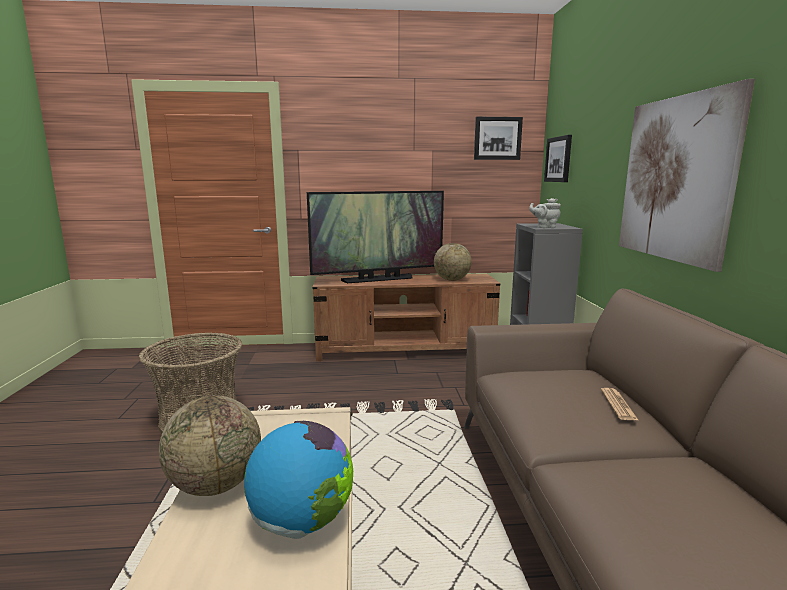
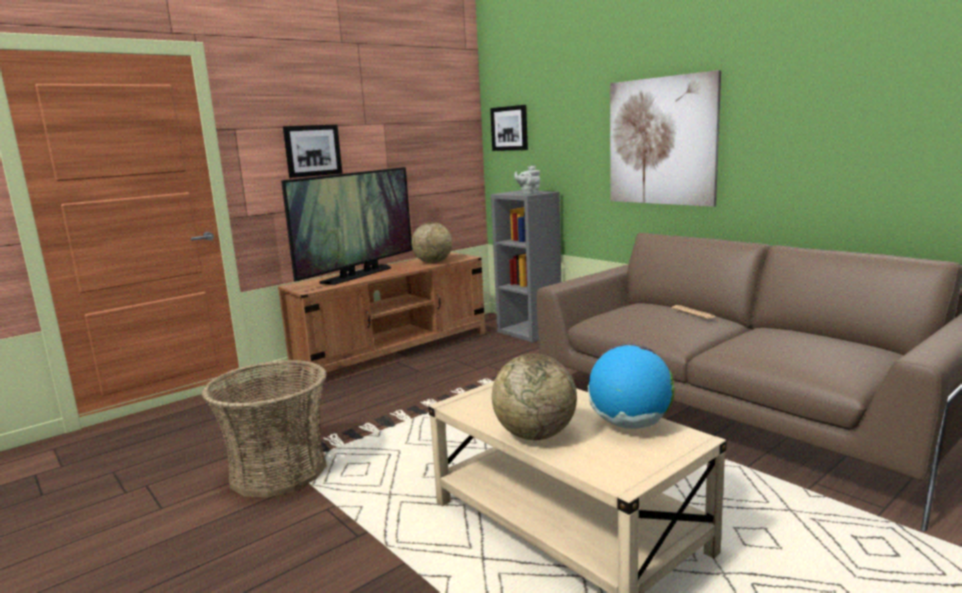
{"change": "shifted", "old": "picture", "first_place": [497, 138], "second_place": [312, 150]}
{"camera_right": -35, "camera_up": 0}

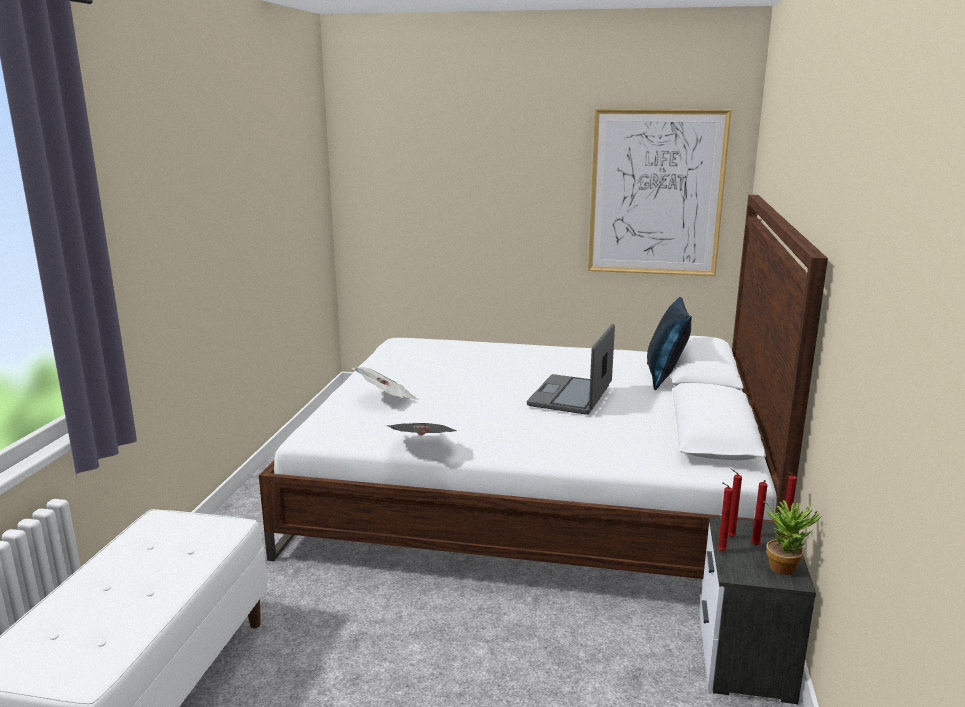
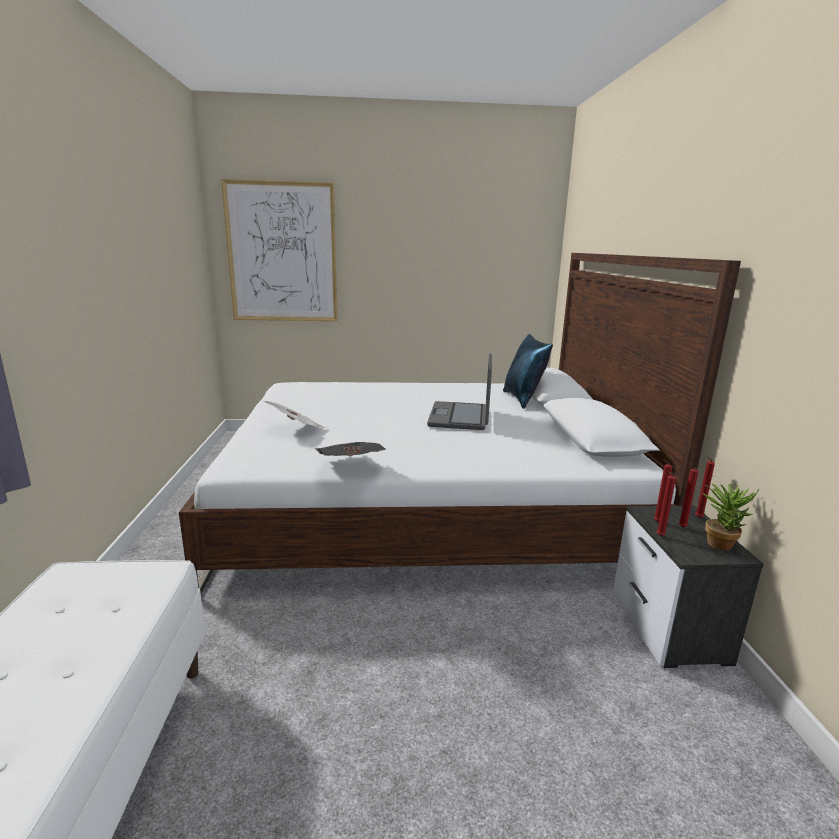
{"change": "shifted", "old": "picture", "first_place": [656, 193], "second_place": [282, 253]}
{"camera_right": -15, "camera_up": 0}

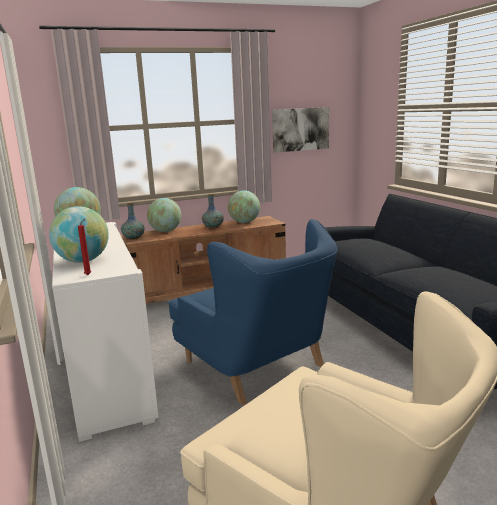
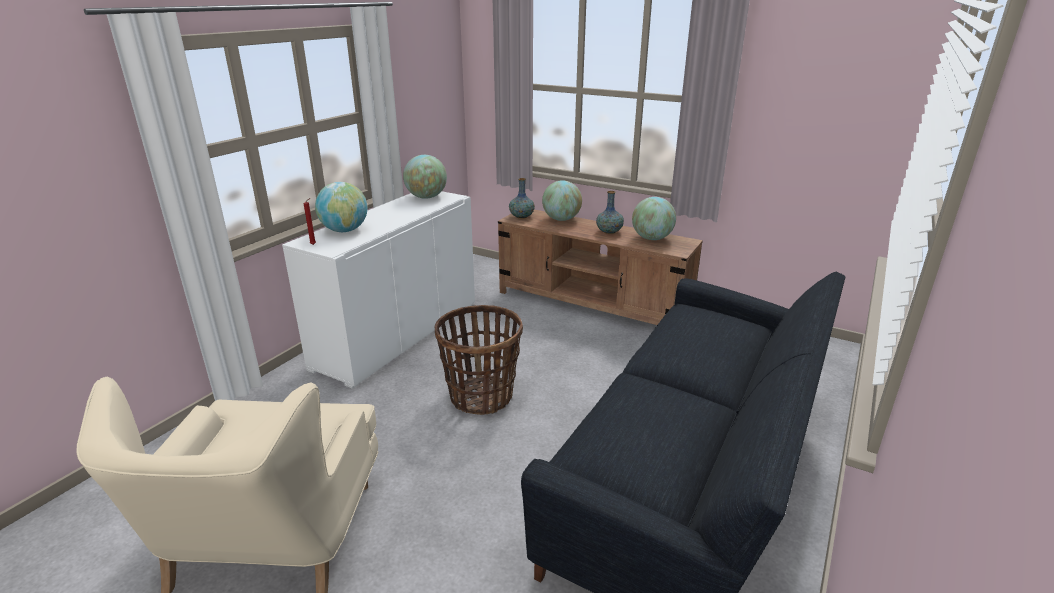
{"change": "swapped", "old": "armchair (blue)", "new": "basket", "first_place": [256, 365], "second_place": [481, 396]}
{"change": "gone", "old": "picture", "first_place": [300, 129]}
{"camera_right": 50, "camera_up": 10}

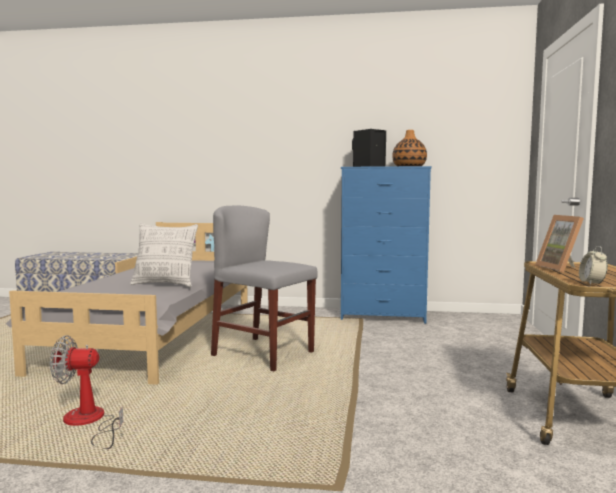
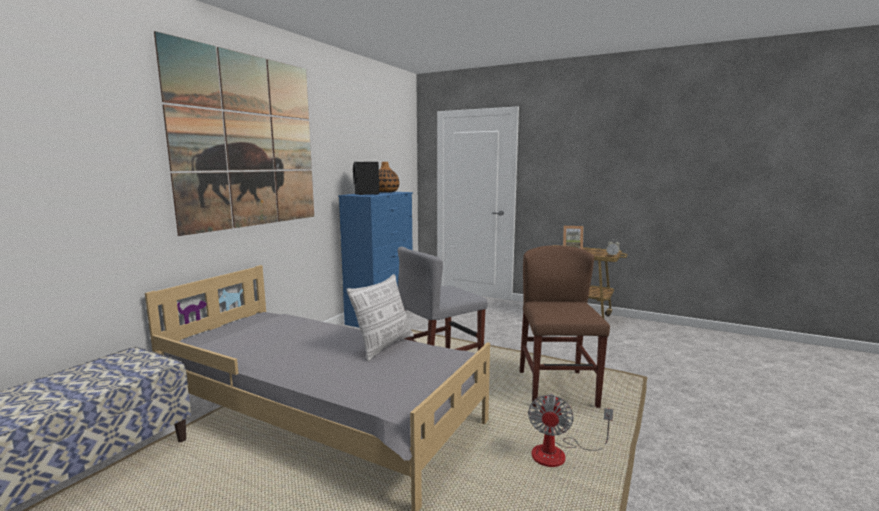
{"change": "new", "new": "picture", "second_place": [248, 142]}
{"change": "new", "new": "chair (brown)", "second_place": [557, 389]}
{"camera_right": -70, "camera_up": 5}

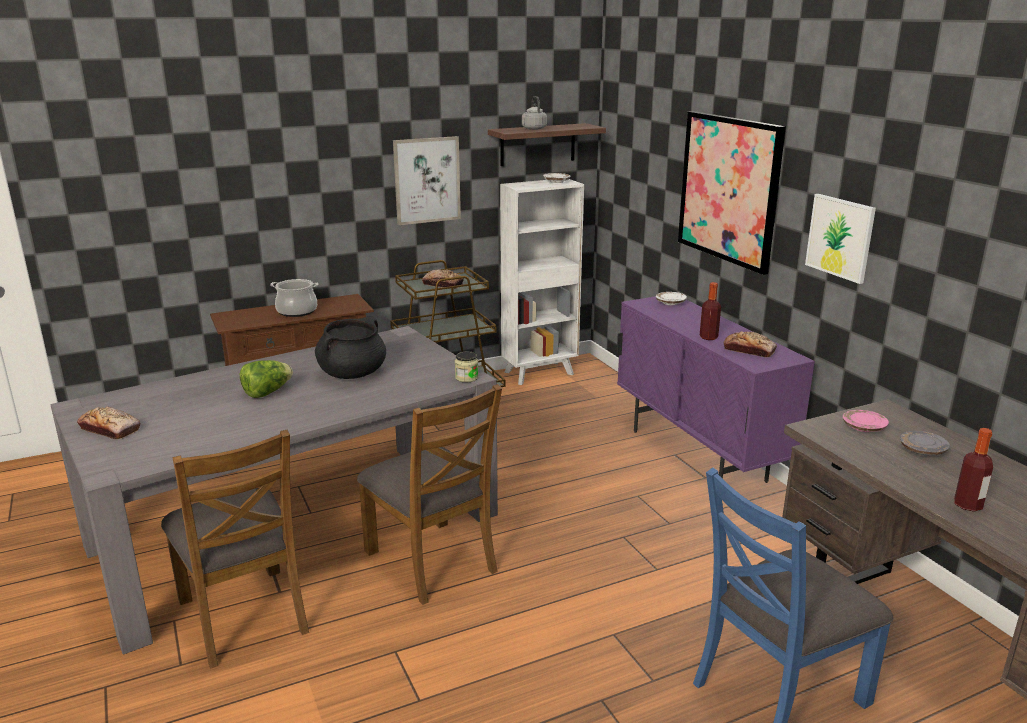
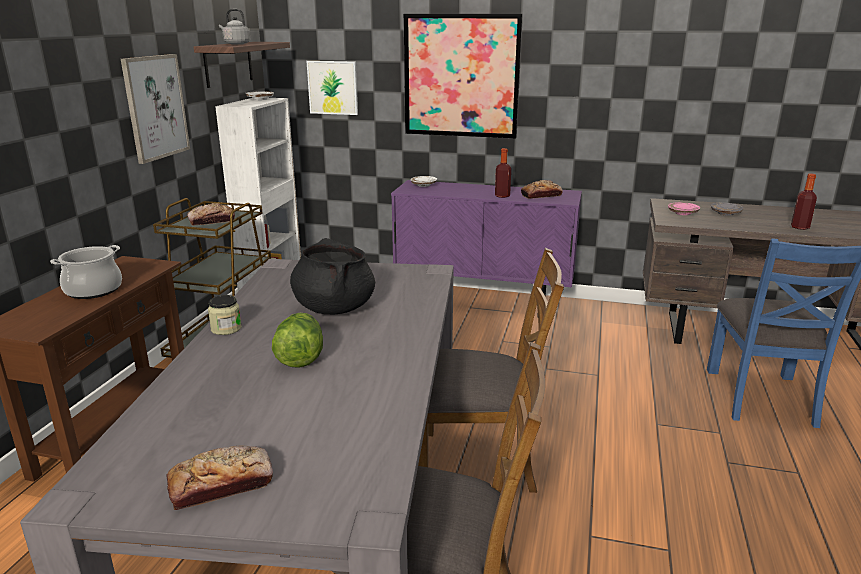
{"change": "shifted", "old": "jar", "first_place": [466, 378], "second_place": [226, 329]}
{"change": "shifted", "old": "picture", "first_place": [840, 237], "second_place": [333, 87]}
{"camera_right": -50, "camera_up": 0}

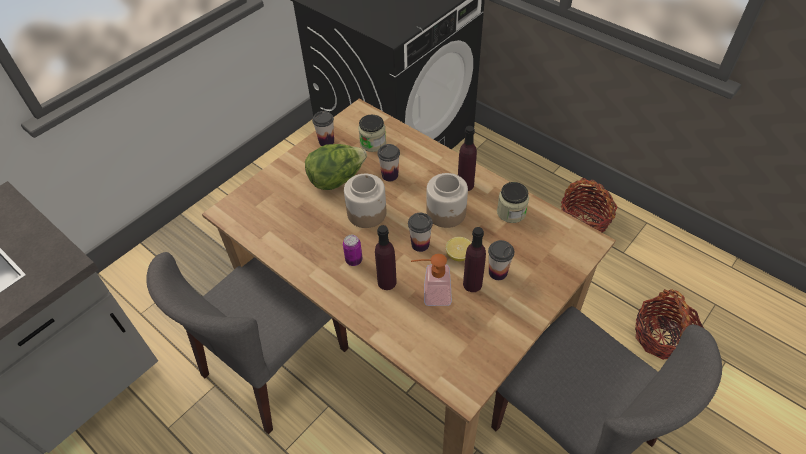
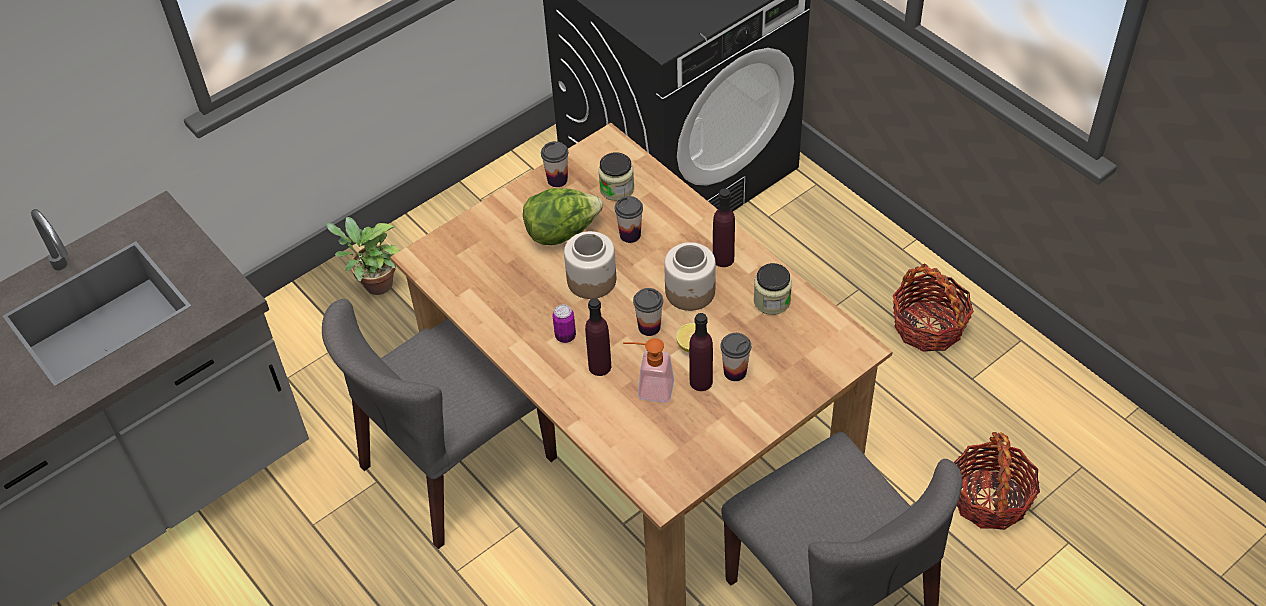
{"change": "new", "new": "potted plant", "second_place": [374, 284]}
{"camera_right": 10, "camera_up": 0}

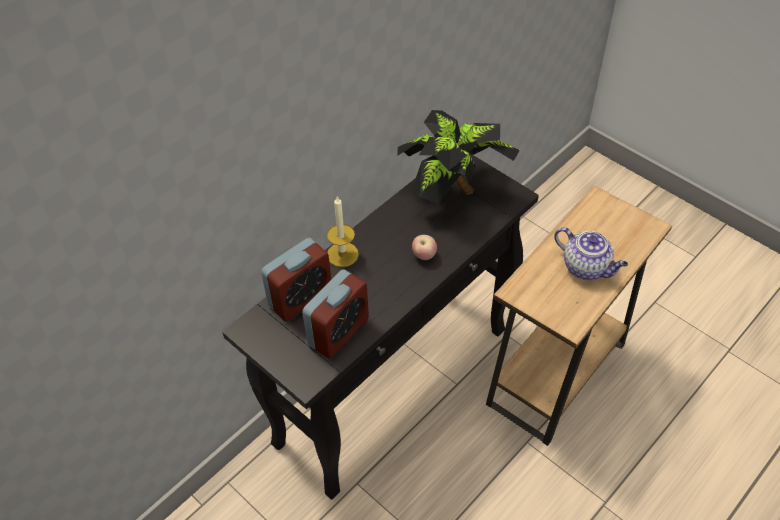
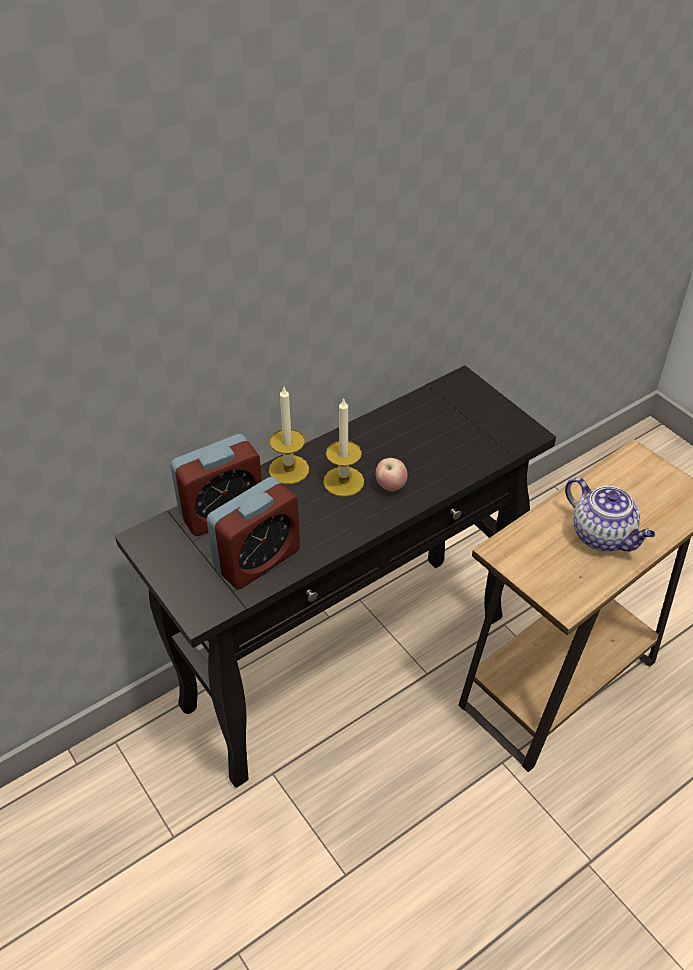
{"change": "new", "new": "candle", "second_place": [343, 481]}
{"change": "gone", "old": "potted plant", "first_place": [453, 191]}
{"camera_right": 10, "camera_up": -5}

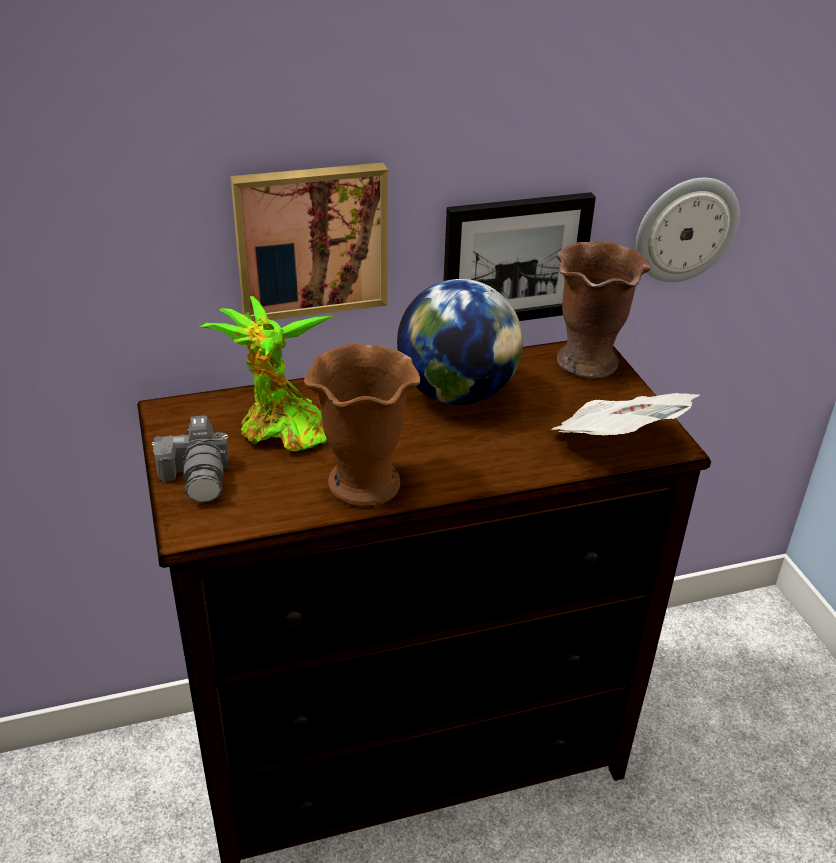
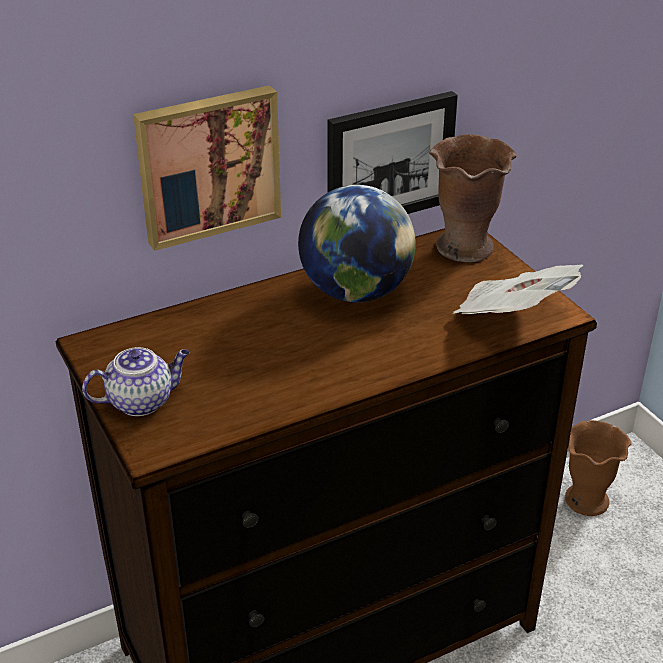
{"change": "swapped", "old": "photo camera", "new": "teapot", "first_place": [198, 476], "second_place": [142, 401]}
{"change": "shifted", "old": "vase (brown)", "first_place": [364, 483], "second_place": [586, 500]}
{"change": "gone", "old": "potted plant", "first_place": [279, 430]}
{"change": "gone", "old": "wall clock", "first_place": [685, 229]}
{"camera_right": -10, "camera_up": 0}

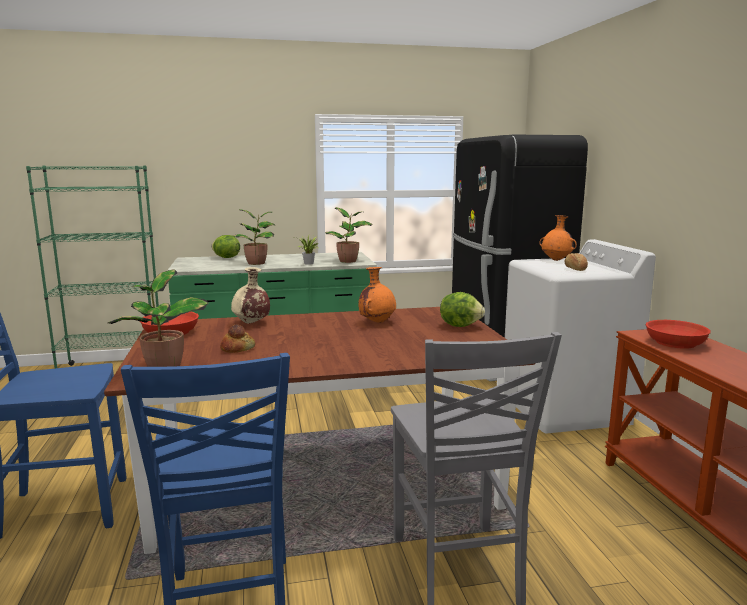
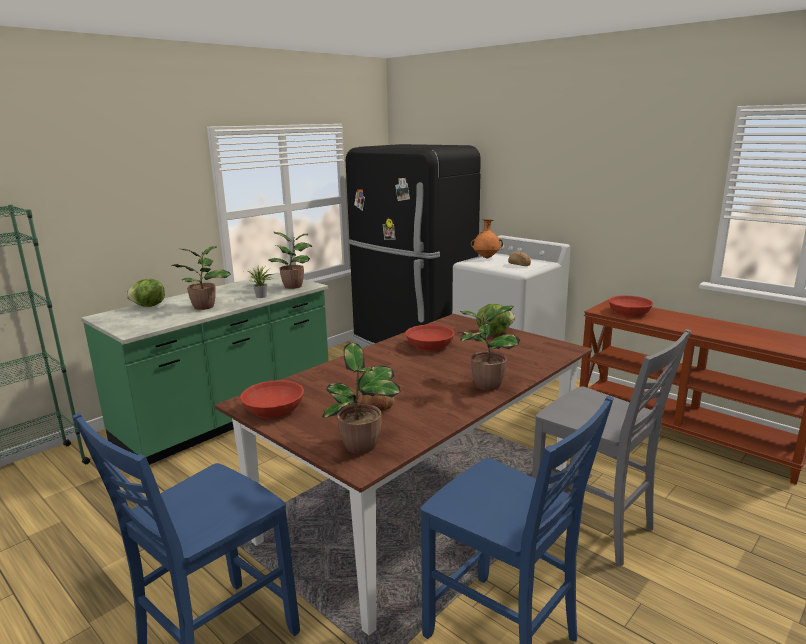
{"change": "swapped", "old": "vase (orange)", "new": "bowl (red)", "first_place": [377, 322], "second_place": [429, 345]}
{"change": "new", "new": "potted plant", "second_place": [485, 385]}
{"change": "gone", "old": "vase (beige)", "first_place": [251, 323]}
{"camera_right": -35, "camera_up": 5}

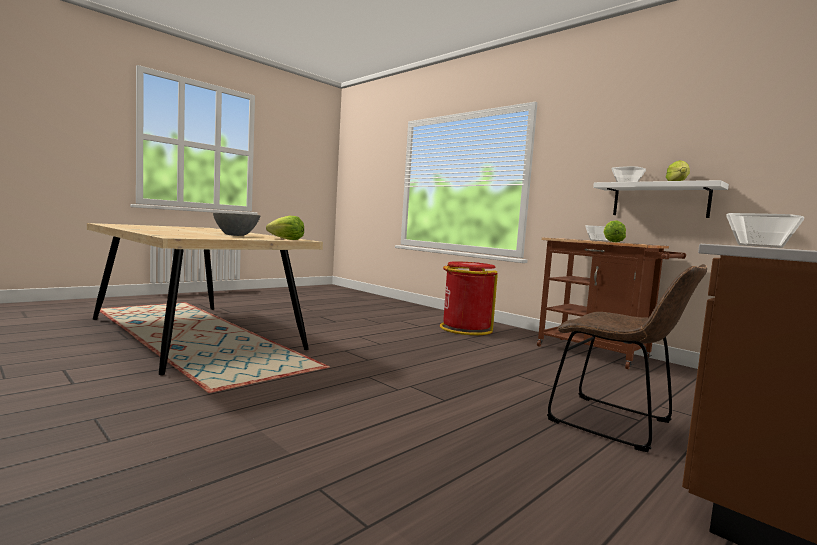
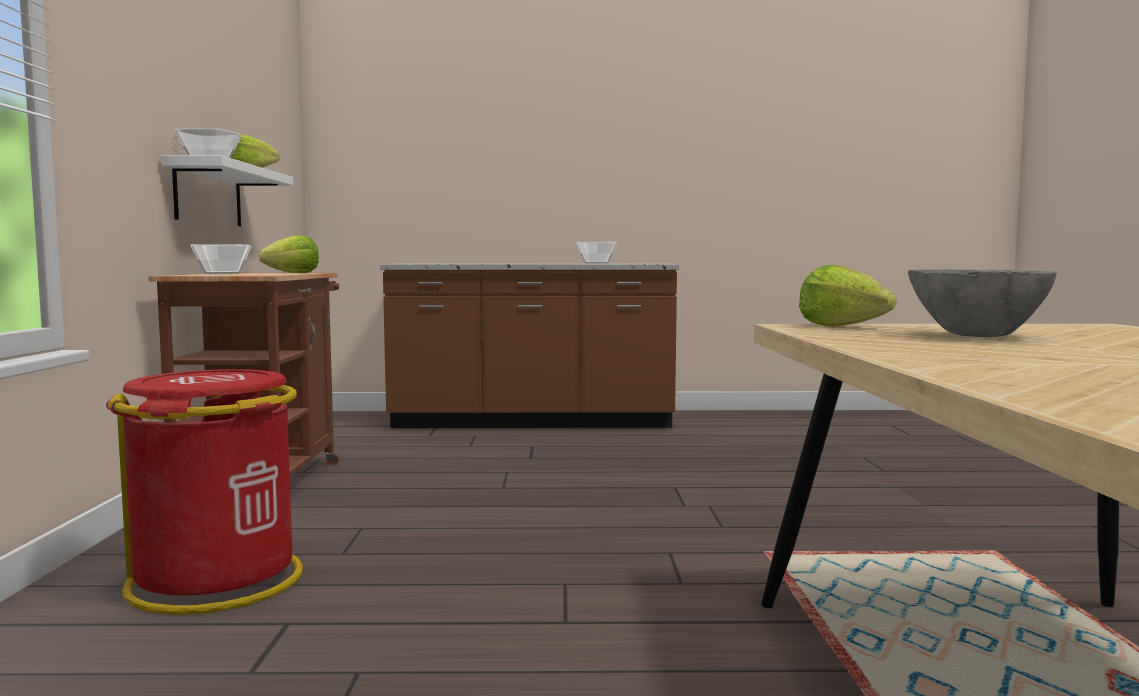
{"change": "gone", "old": "chair (brown)", "first_place": [616, 424]}
{"camera_right": -135, "camera_up": 0}

